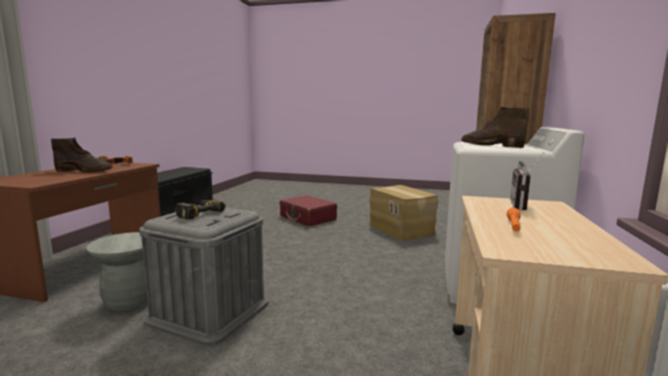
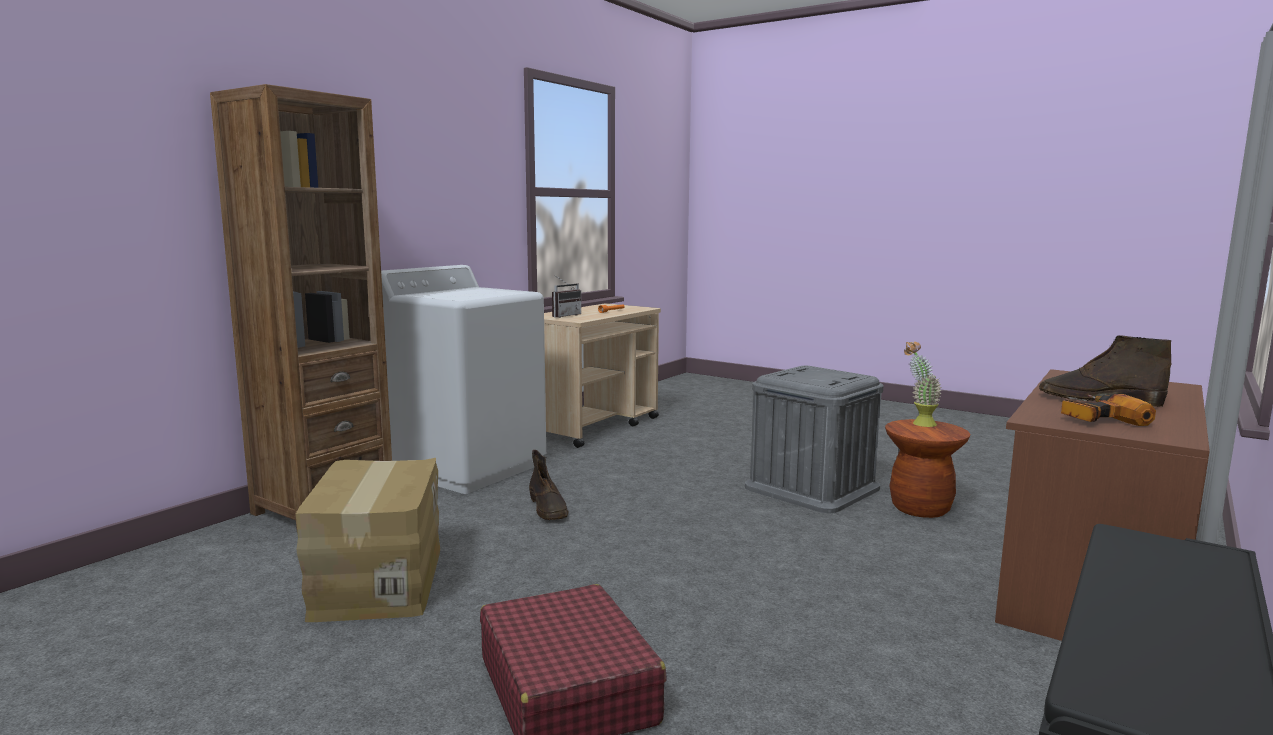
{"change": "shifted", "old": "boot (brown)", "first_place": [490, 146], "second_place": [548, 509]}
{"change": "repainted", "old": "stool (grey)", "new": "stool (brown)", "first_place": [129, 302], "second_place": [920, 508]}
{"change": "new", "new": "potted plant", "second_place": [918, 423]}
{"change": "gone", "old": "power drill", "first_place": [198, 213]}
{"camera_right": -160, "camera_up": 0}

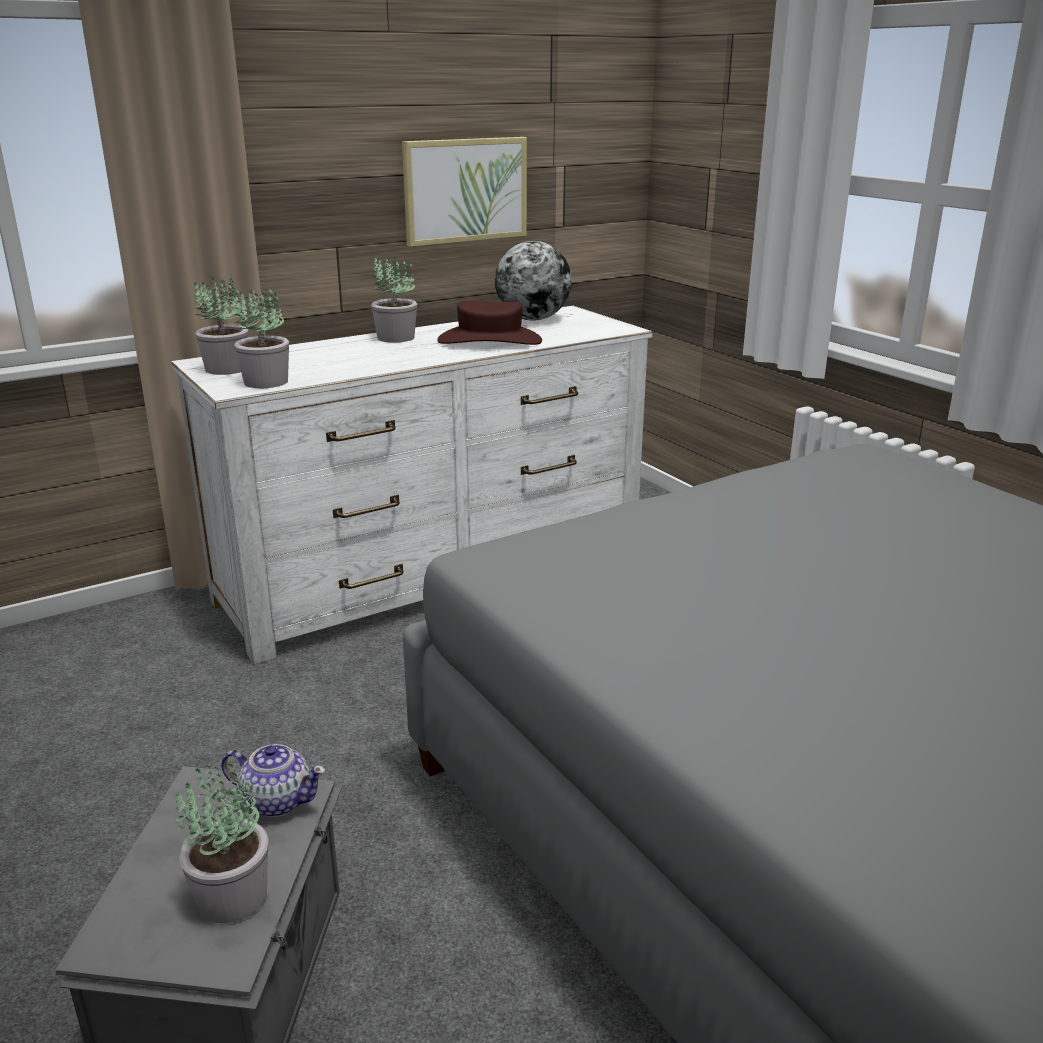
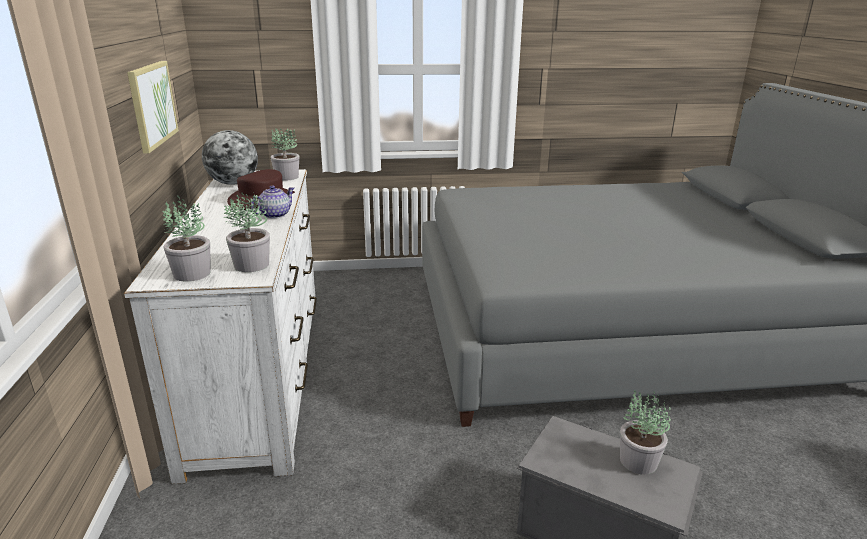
{"change": "shifted", "old": "teapot", "first_place": [277, 801], "second_place": [274, 215]}
{"change": "shifted", "old": "potted plant", "first_place": [395, 338], "second_place": [287, 177]}
{"camera_right": -65, "camera_up": 0}

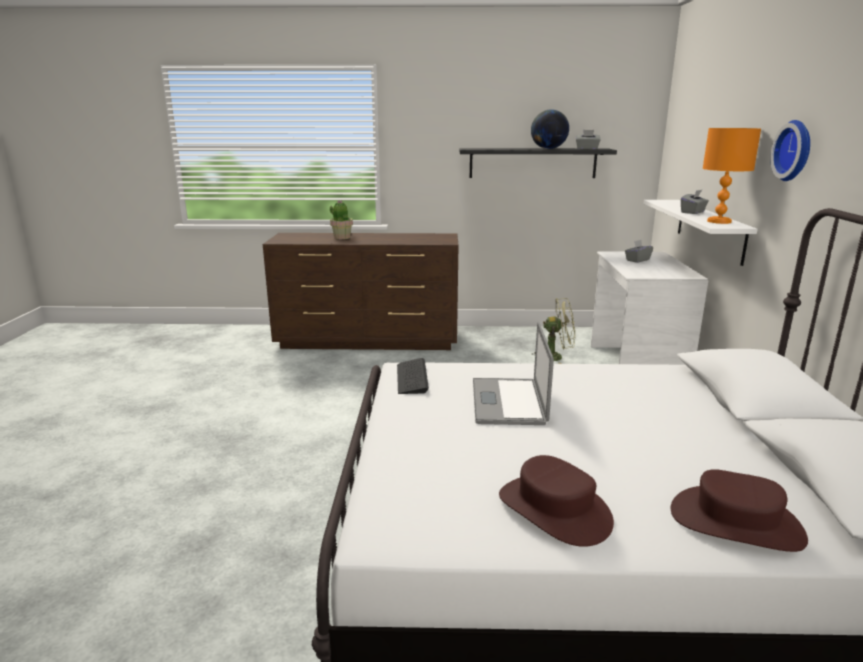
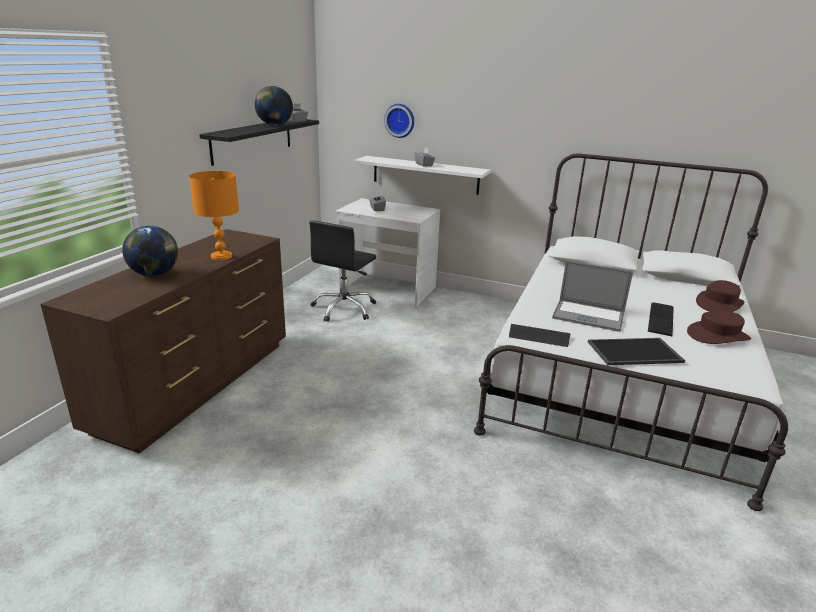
{"change": "swapped", "old": "potted plant", "new": "globe", "first_place": [342, 237], "second_place": [155, 274]}
{"change": "shifted", "old": "table lamp (orange)", "first_place": [719, 221], "second_place": [221, 256]}
{"change": "swapped", "old": "fan (green)", "new": "office chair (black)", "first_place": [556, 357], "second_place": [344, 308]}
{"change": "shifted", "old": "wall clock", "first_place": [795, 151], "second_place": [400, 120]}
{"change": "new", "new": "tray", "second_place": [634, 352]}
{"change": "new", "new": "keyboard", "second_place": [662, 319]}
{"camera_right": -70, "camera_up": 5}

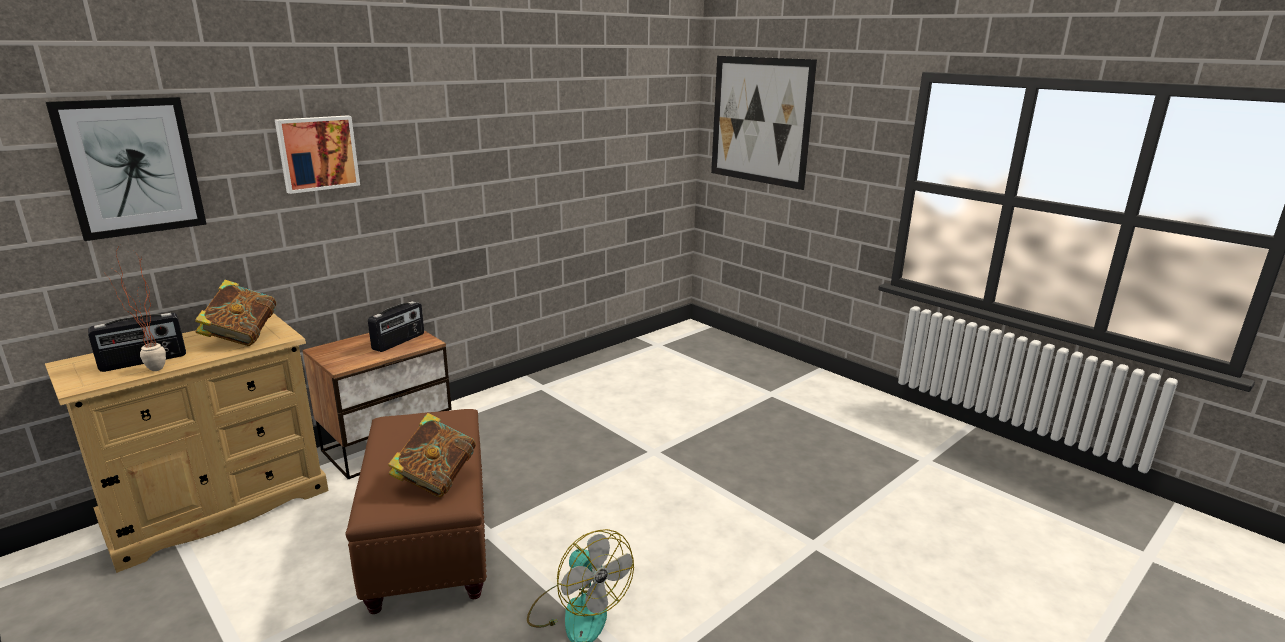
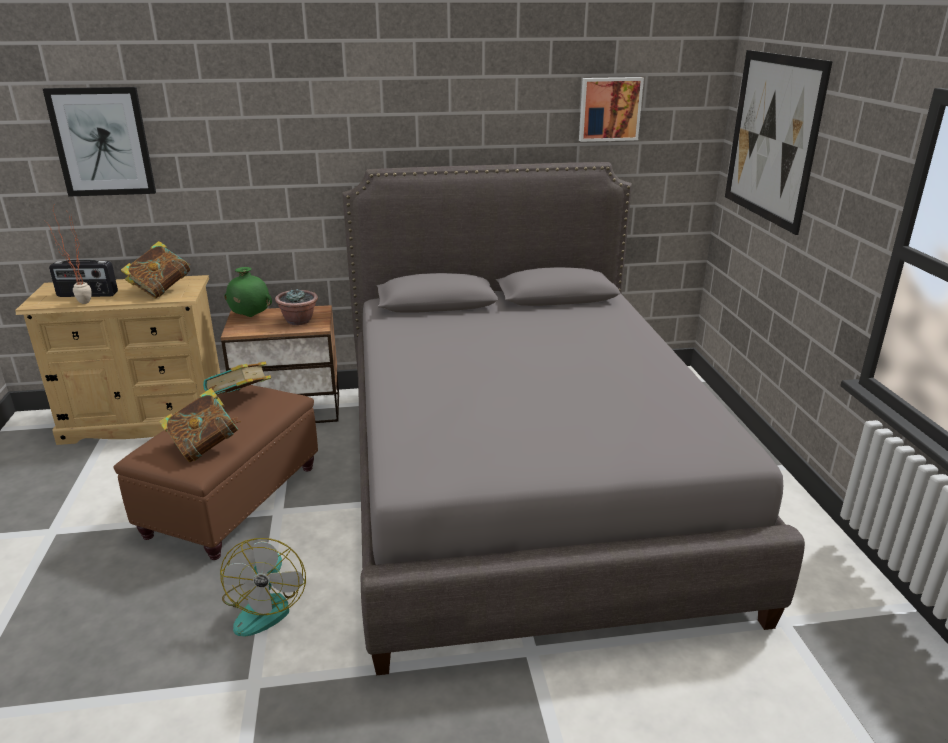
{"change": "new", "new": "book", "second_place": [240, 400]}
{"change": "new", "new": "vase (green)", "second_place": [250, 316]}
{"change": "swapped", "old": "radio", "new": "potted plant", "first_place": [399, 342], "second_place": [299, 321]}
{"change": "new", "new": "bed (grey)", "second_place": [523, 483]}
{"change": "shifted", "old": "picture", "first_place": [317, 153], "second_place": [609, 109]}
{"camera_right": 35, "camera_up": 5}

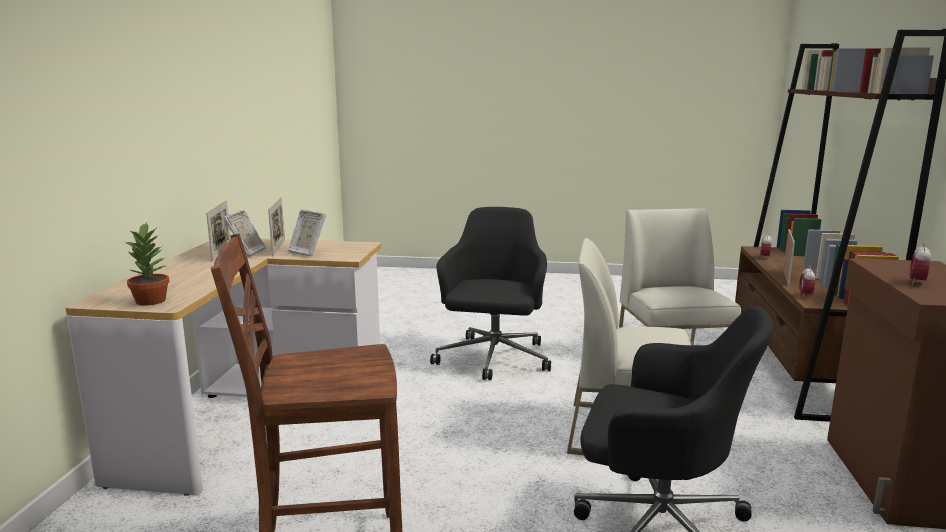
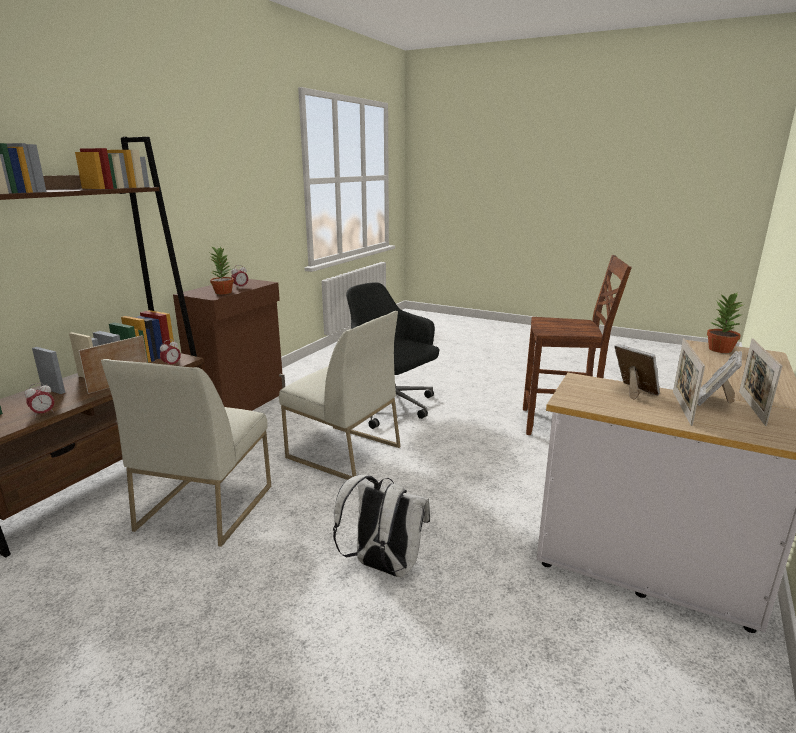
{"change": "new", "new": "potted plant", "second_place": [223, 292]}
{"change": "swapped", "old": "office chair (black)", "new": "backpack (white)", "first_place": [493, 359], "second_place": [383, 566]}
{"camera_right": -160, "camera_up": 5}

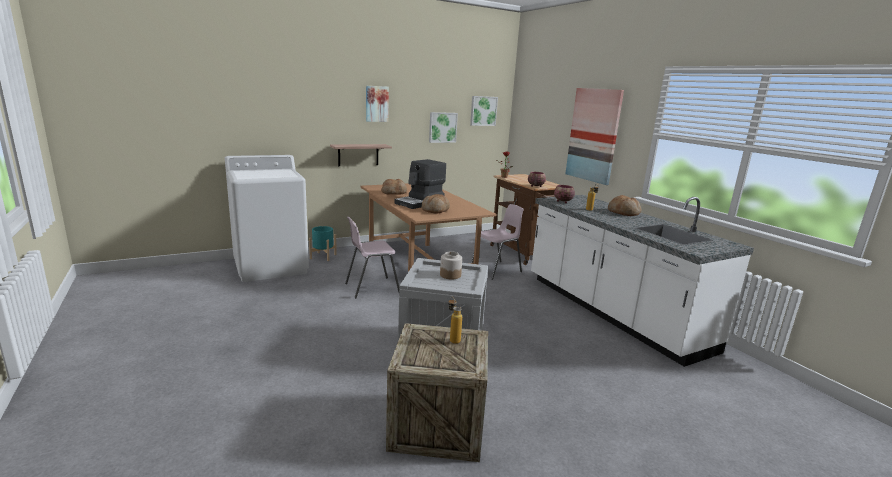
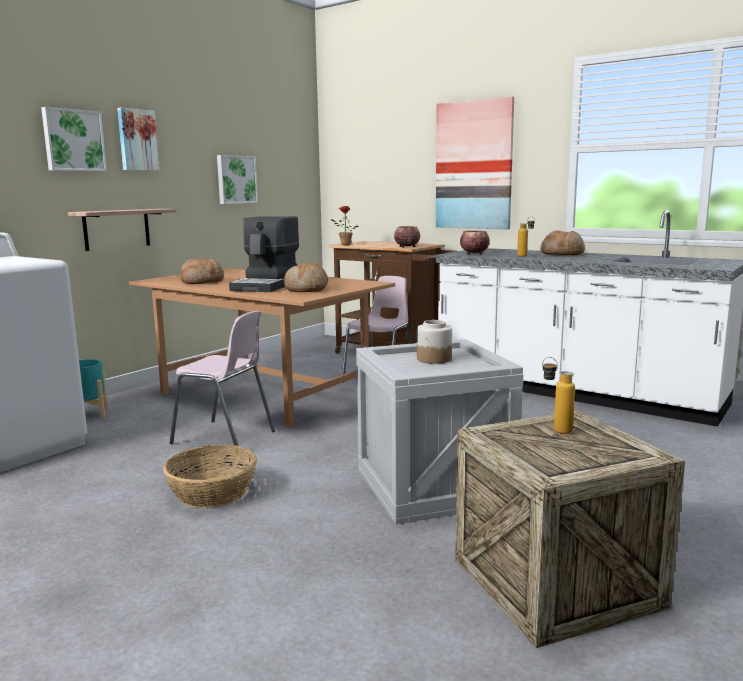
{"change": "shifted", "old": "picture", "first_place": [483, 111], "second_place": [73, 140]}
{"change": "new", "new": "basket", "second_place": [213, 492]}
{"change": "rotated", "old": "chair (pink)", "first_place": [371, 287], "second_place": [225, 437], "degrees": -105}
{"camera_right": -25, "camera_up": -5}

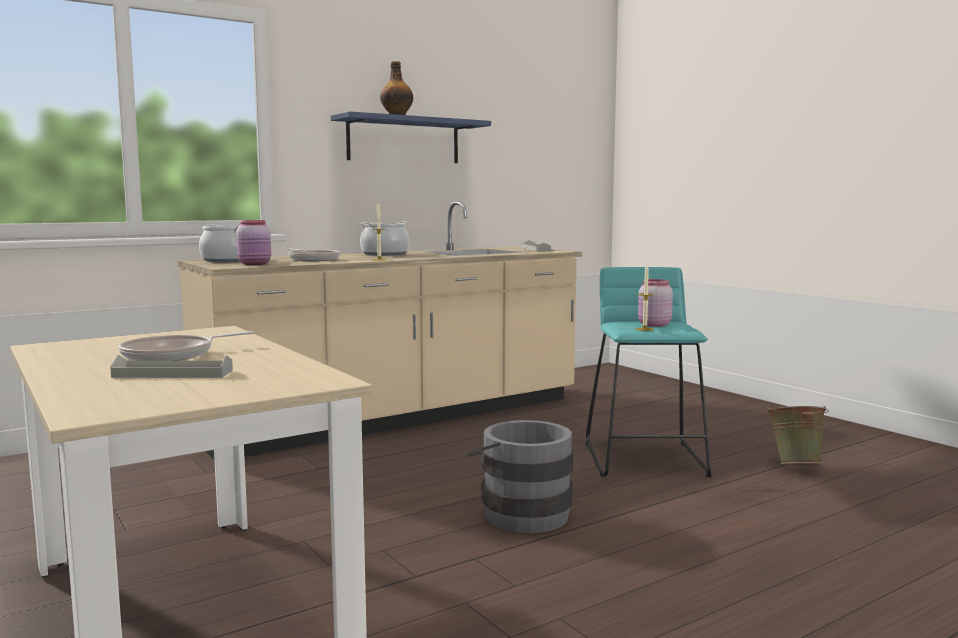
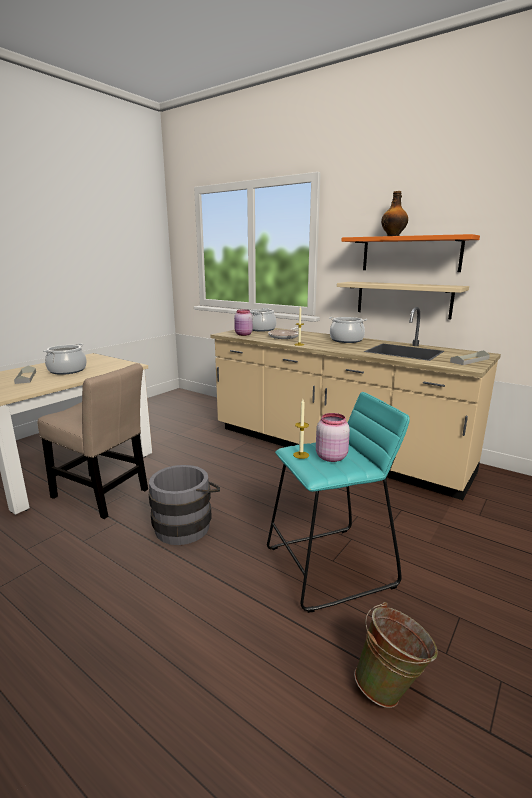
{"change": "new", "new": "chair (beige)", "second_place": [103, 495]}
{"change": "swapped", "old": "frying pan", "new": "cooking pot", "first_place": [173, 355], "second_place": [67, 370]}
{"change": "new", "new": "shelf (beige)", "second_place": [403, 299]}
{"change": "repainted", "old": "shelf (blue)", "new": "shelf (orange)", "first_place": [403, 140], "second_place": [410, 254]}
{"camera_right": 70, "camera_up": 10}

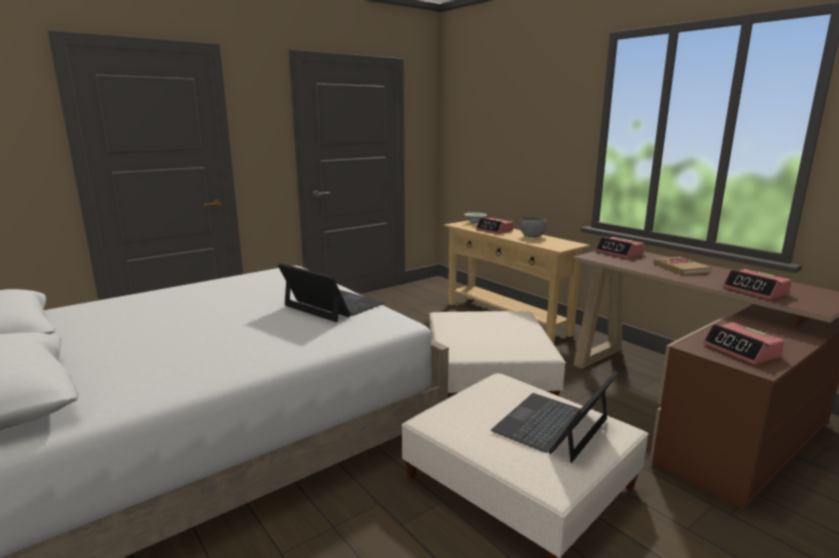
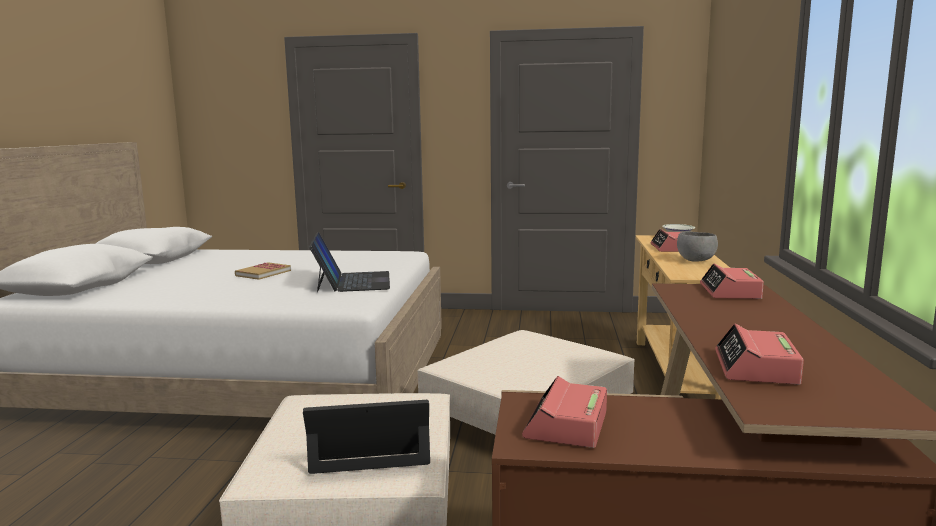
{"change": "shifted", "old": "book", "first_place": [680, 268], "second_place": [263, 273]}
{"camera_right": 45, "camera_up": -5}

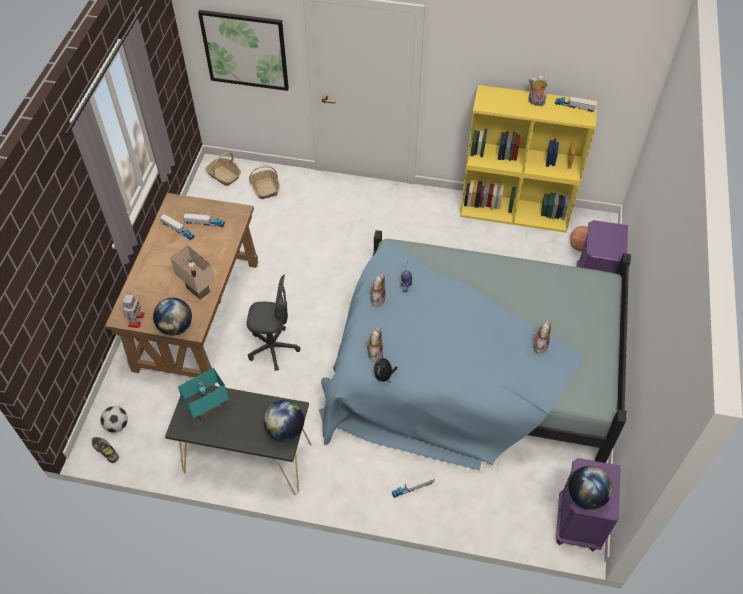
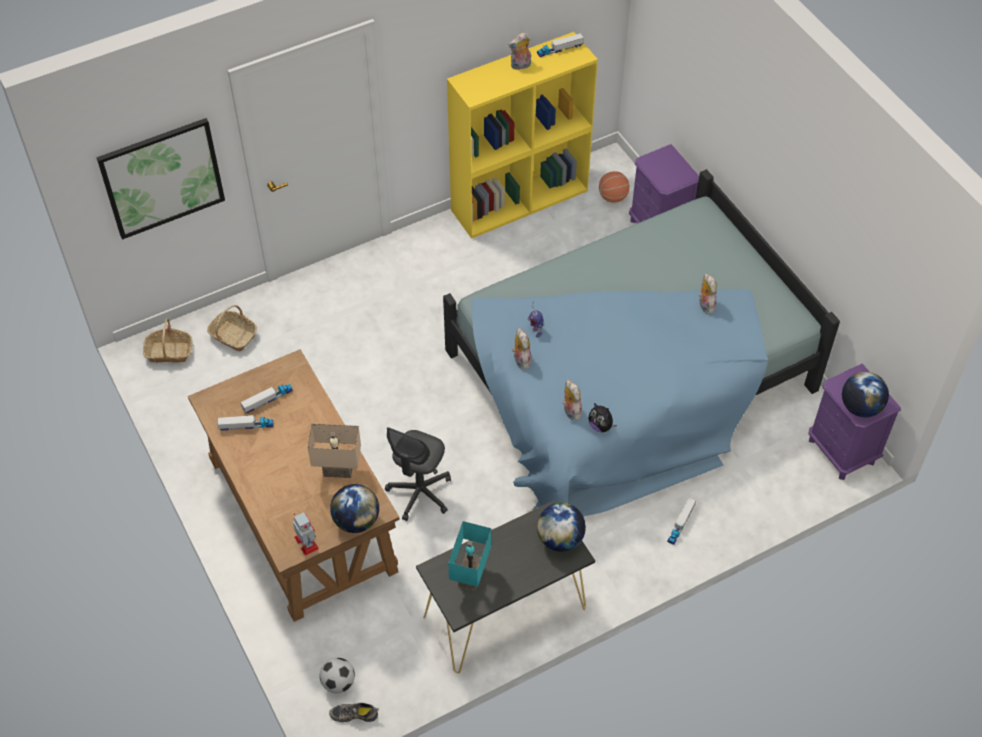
{"change": "rotated", "old": "office chair (grey)", "first_place": [273, 348], "second_place": [420, 493], "degrees": 150}
{"camera_right": -40, "camera_up": 0}

